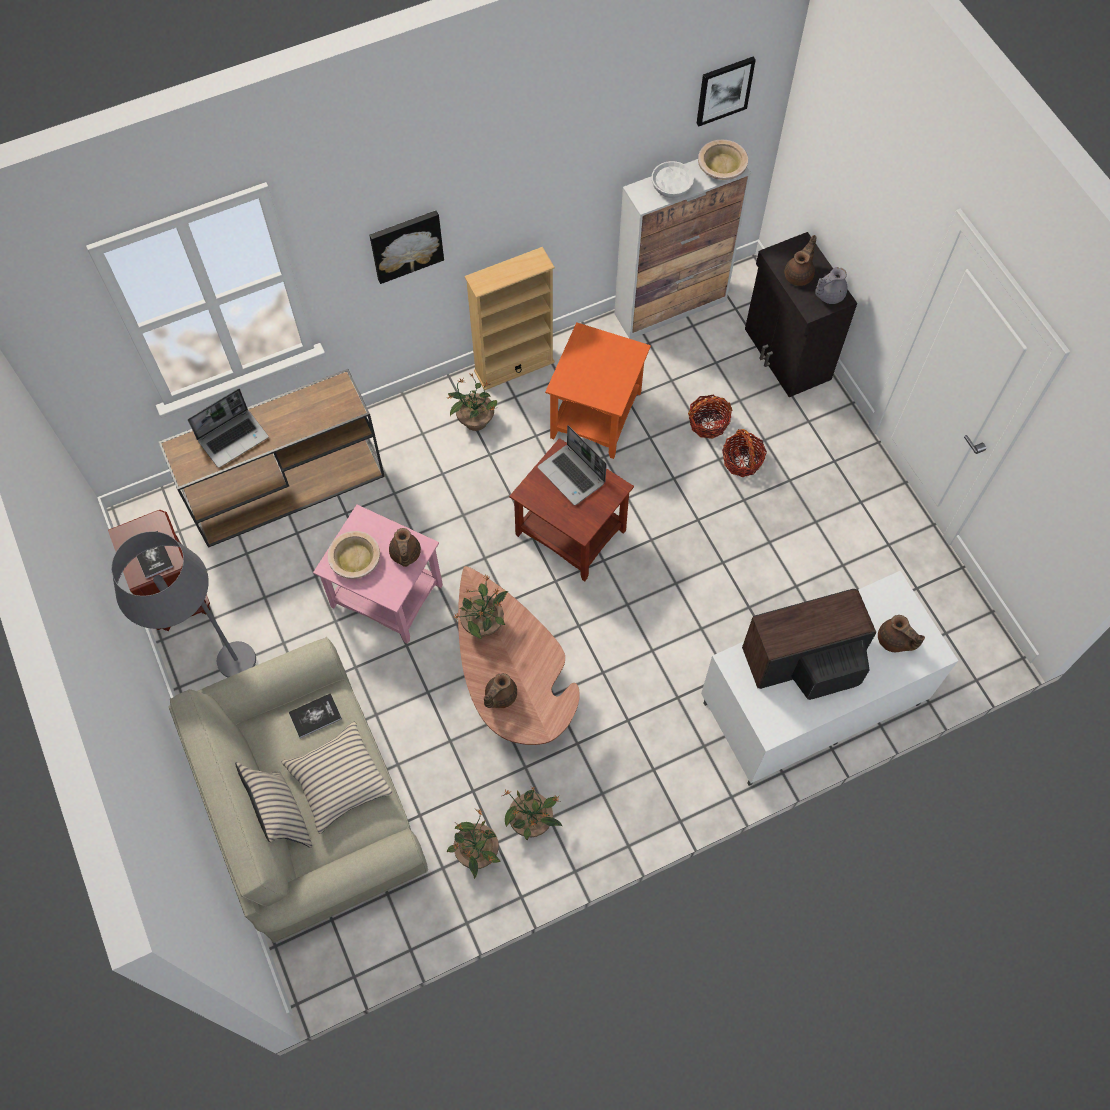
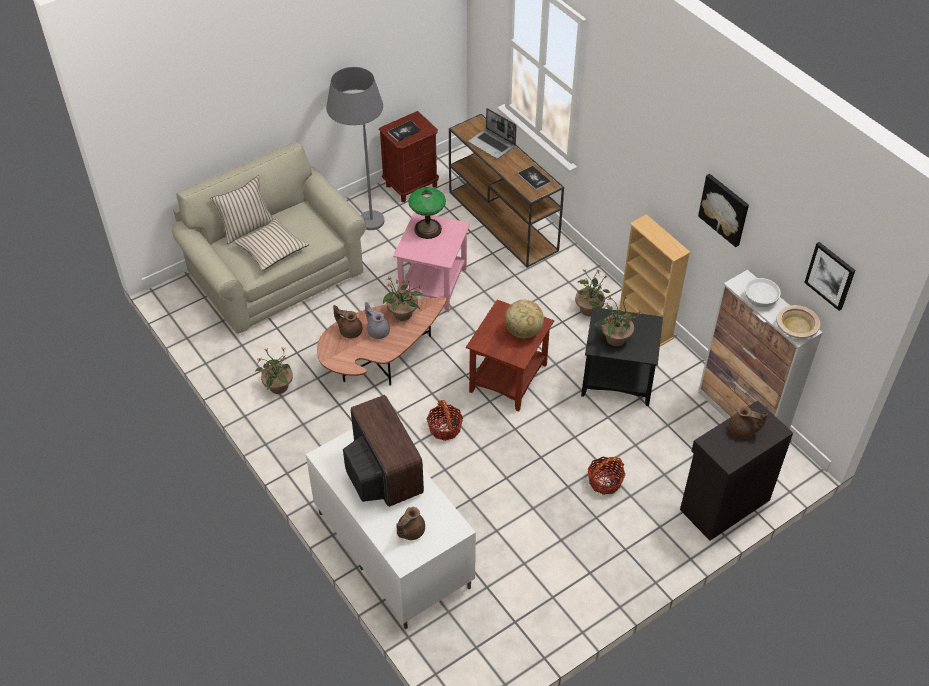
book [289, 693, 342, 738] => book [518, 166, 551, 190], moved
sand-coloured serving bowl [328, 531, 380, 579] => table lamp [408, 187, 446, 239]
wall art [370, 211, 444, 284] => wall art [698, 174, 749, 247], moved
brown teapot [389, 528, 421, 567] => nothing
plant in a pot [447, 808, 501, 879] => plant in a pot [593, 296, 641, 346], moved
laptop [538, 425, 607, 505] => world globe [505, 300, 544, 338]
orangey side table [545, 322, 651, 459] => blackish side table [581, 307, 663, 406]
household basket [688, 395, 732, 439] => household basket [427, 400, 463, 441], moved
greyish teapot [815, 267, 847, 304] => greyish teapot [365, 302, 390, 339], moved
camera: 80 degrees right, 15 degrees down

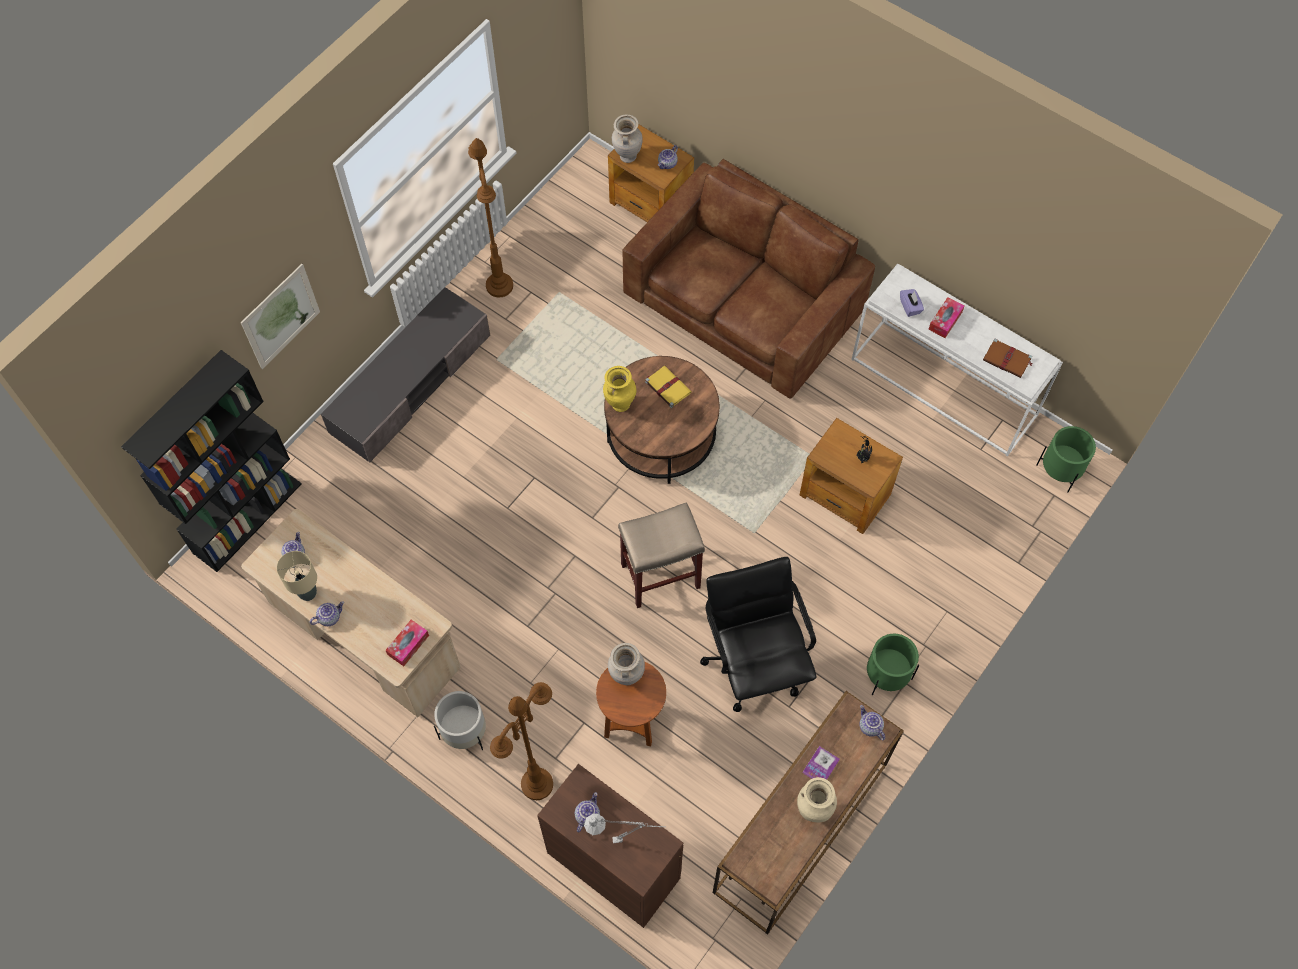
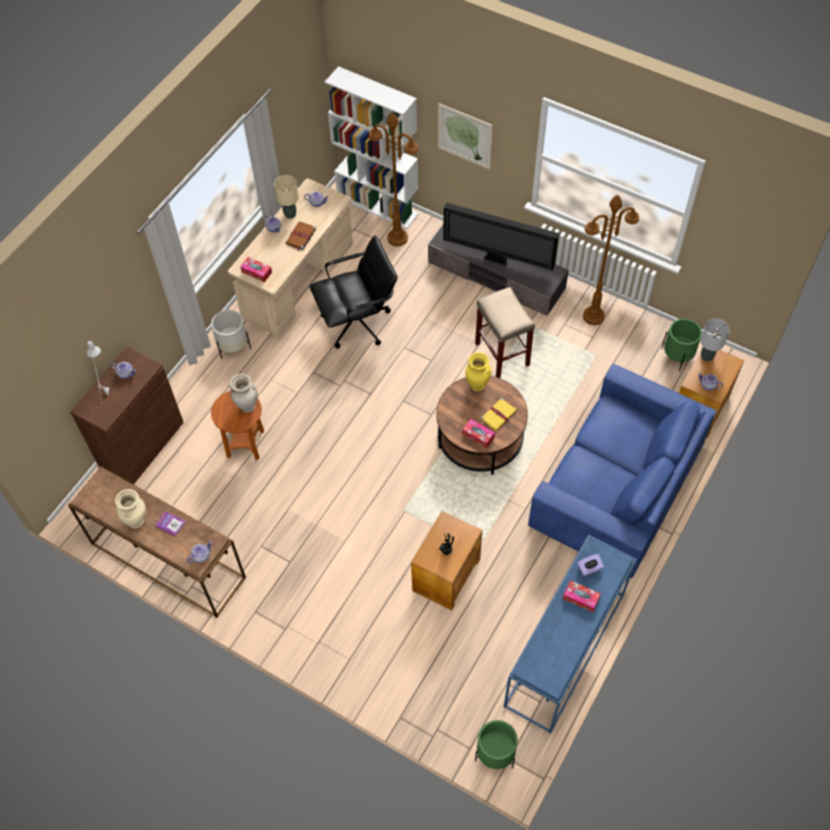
blackish bookcase [121, 350, 302, 572] => white bookcase [325, 66, 419, 229]
brown standard lamp [490, 682, 553, 800] => brown standard lamp [369, 112, 418, 246], moved
sand-coloured decorative vase [612, 115, 643, 163] => greyish table lamp [701, 318, 730, 362]
sand-coloured sitting stool [618, 502, 705, 608] => sand-coloured sitting stool [475, 287, 535, 378], moved
brown couch [622, 159, 875, 399] => blue-coloured couch [528, 364, 717, 578]
blackish office chair [700, 557, 816, 712] => blackish office chair [310, 236, 398, 349], moved
white console table [851, 264, 1063, 457] => blue-coloured console table [504, 535, 637, 734]
greenish flower pot [867, 634, 919, 695] => greenish flower pot [661, 319, 702, 371], moved
brown book [983, 339, 1032, 378] => brown book [285, 222, 316, 251], moved
nothing => TV [443, 203, 559, 270]
nothing => tissue box [462, 419, 495, 448]
camera: 85 degrees right, 5 degrees down

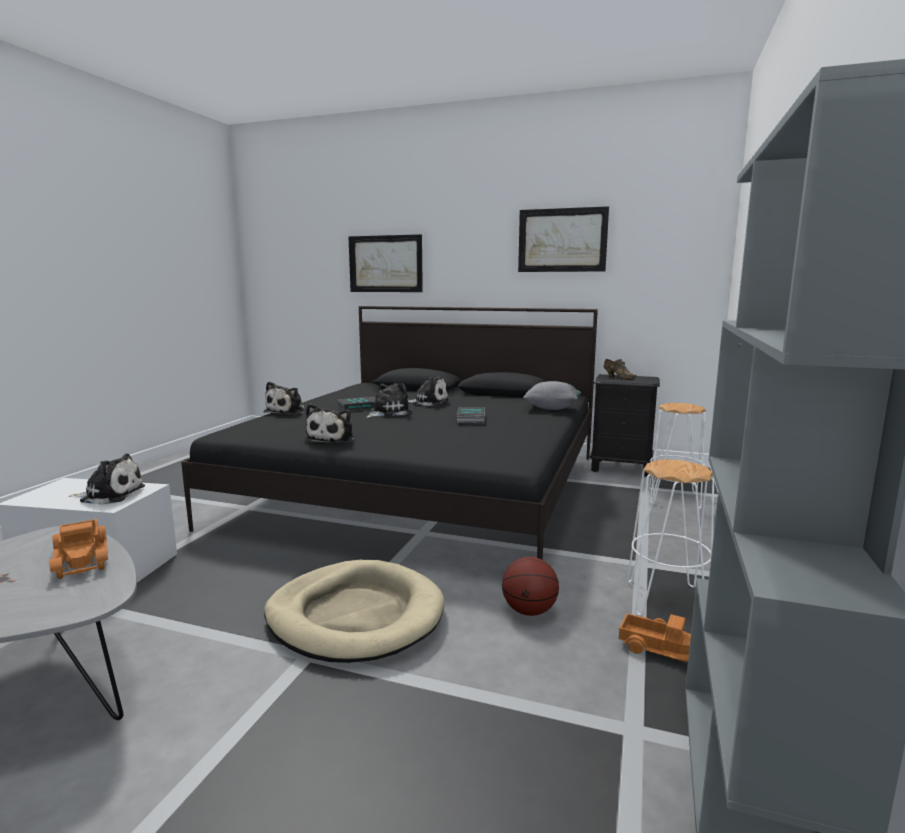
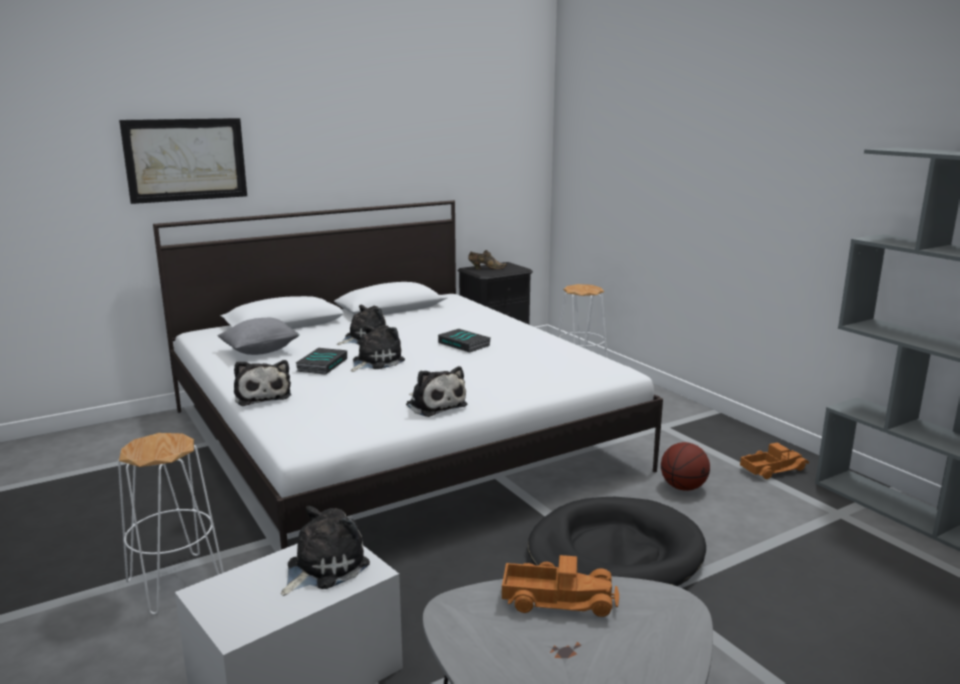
blackish bed [181, 306, 598, 560] => white bed [153, 200, 663, 550]
sand-coloured pet bed [264, 560, 444, 663] => blackish pet bed [528, 497, 706, 586]
plush toy [366, 383, 412, 418] => plush toy [350, 325, 405, 372], 45 degrees clockwise
wall art [518, 206, 609, 272] => nothing
greyish cushion [523, 381, 581, 410] => greyish cushion [218, 318, 300, 355], moved
white sitting stool [627, 459, 714, 616] => white sitting stool [118, 433, 224, 615], moved
camera: 50 degrees left, 5 degrees up

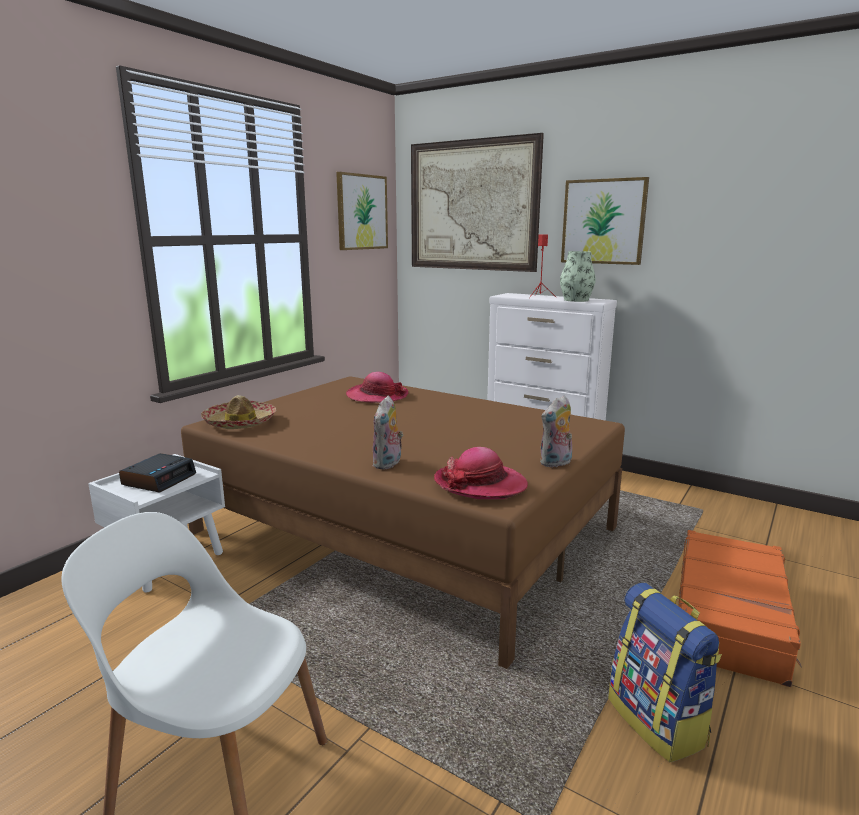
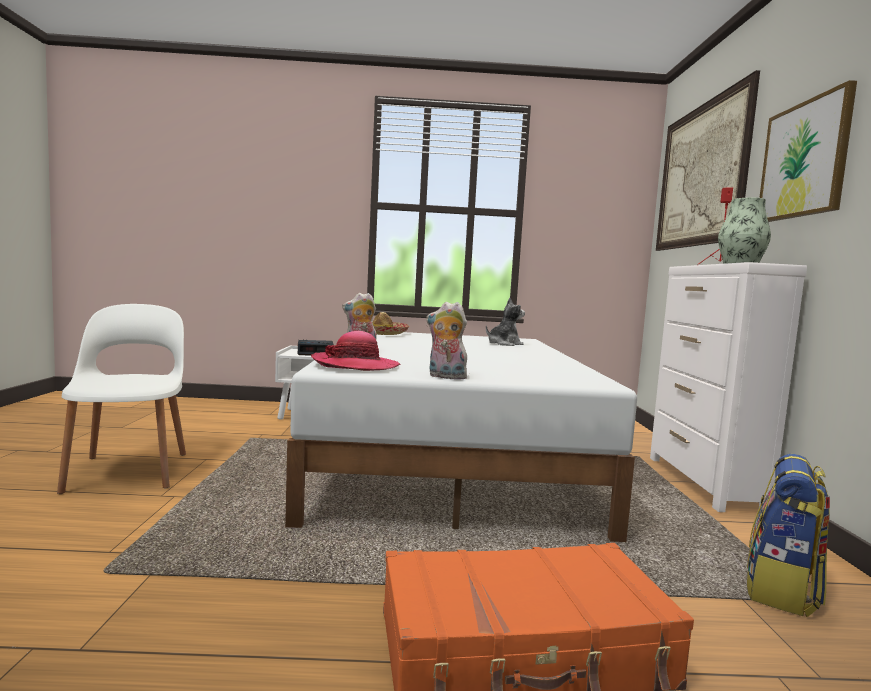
brown bed [181, 376, 625, 669] => white bed [285, 332, 637, 542]
wall art [336, 172, 388, 250] => nothing
wearable hat [346, 372, 408, 403] => plush toy [486, 298, 525, 346]
knapsack [608, 583, 722, 762] => knapsack [747, 454, 830, 617], moved
camera: 55 degrees right, 10 degrees down

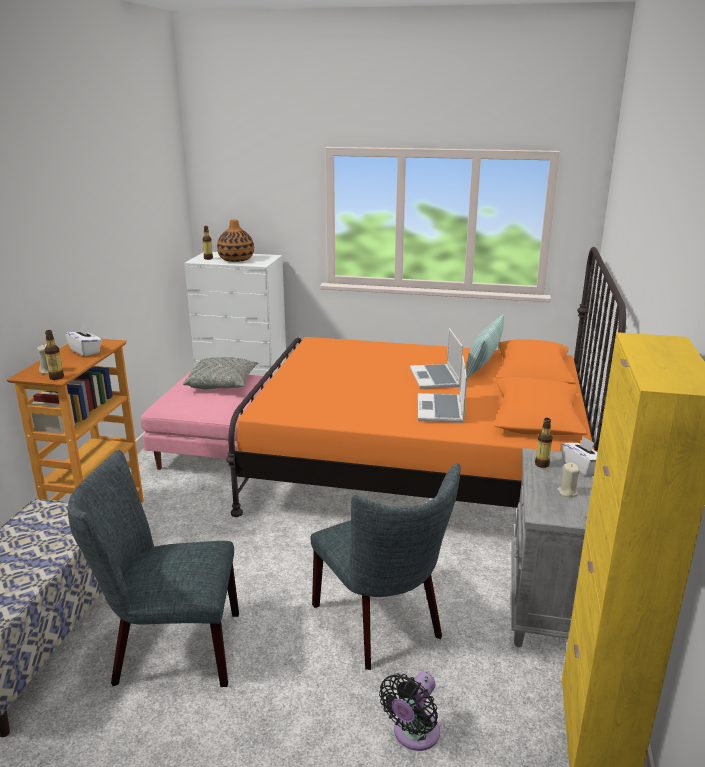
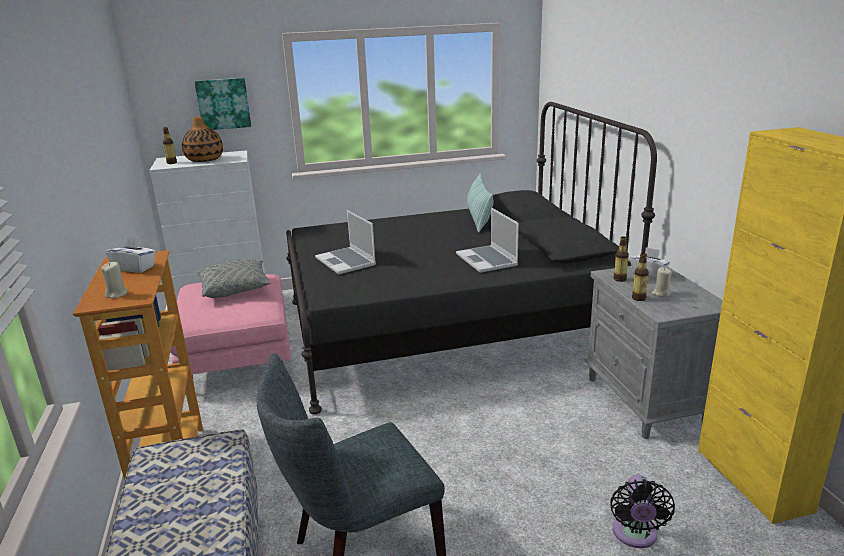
bottle [44, 330, 64, 380] => bottle [632, 253, 649, 301], moved
orangey bed [226, 247, 626, 517] => blackish bed [286, 102, 657, 414]
greyish upright chair [310, 463, 461, 670] => nothing
laptop [410, 328, 463, 389] => laptop [315, 210, 376, 275], moved
nothing => wall art [194, 78, 251, 130]
camera: 25 degrees left, 0 degrees up

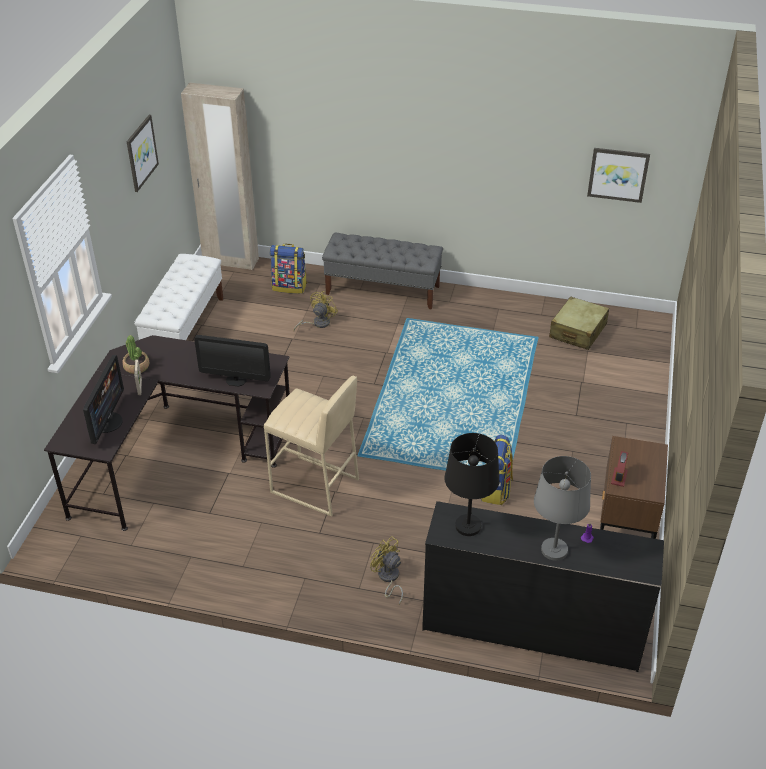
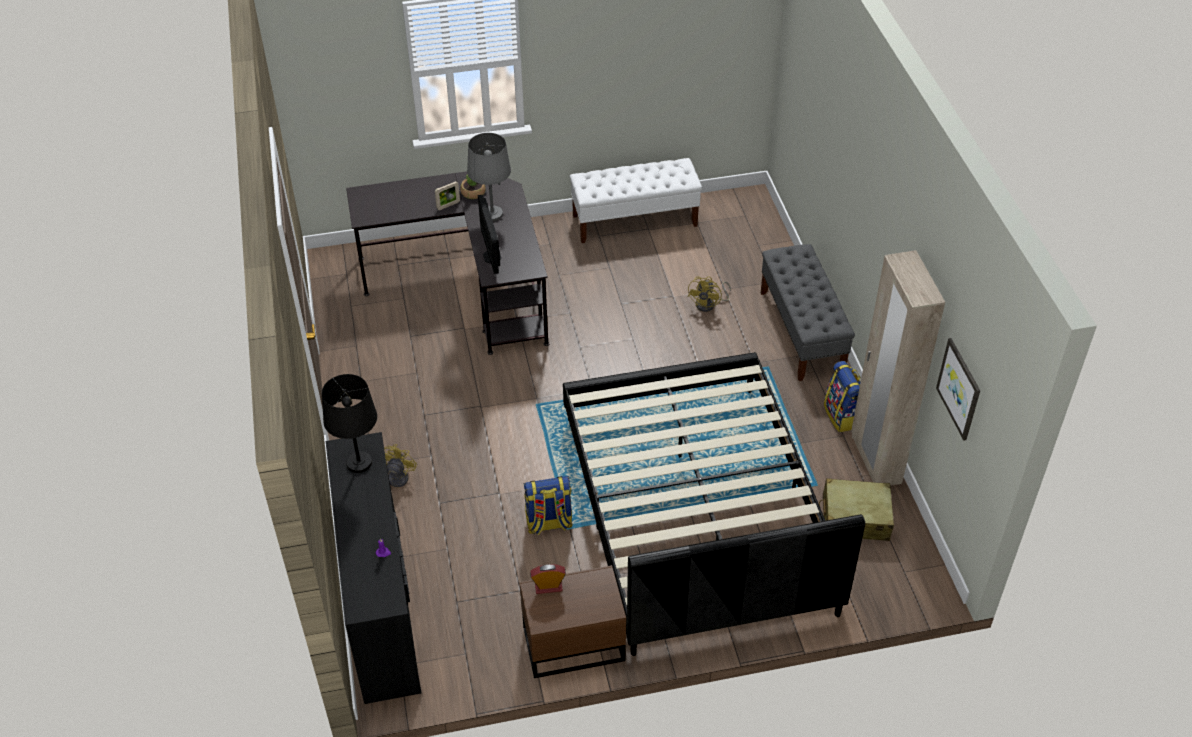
computer screen [83, 355, 124, 444] => nothing
wall art [127, 115, 159, 192] => nothing
sand-coloured wardrobe [181, 83, 259, 270] => sand-coloured wardrobe [851, 250, 945, 486], moved
sand-coloured sitting stool [264, 375, 359, 517] => nothing
knapsack [269, 244, 307, 294] => knapsack [824, 361, 861, 432], moved
yellow electric fan [293, 291, 338, 331] => yellow electric fan [688, 276, 731, 312], 105 degrees clockwise
greyish table lamp [534, 456, 591, 561] => greyish table lamp [467, 133, 511, 221], moved
nothing => blackish bed [563, 352, 865, 656]
camera: 65 degrees right, 5 degrees up

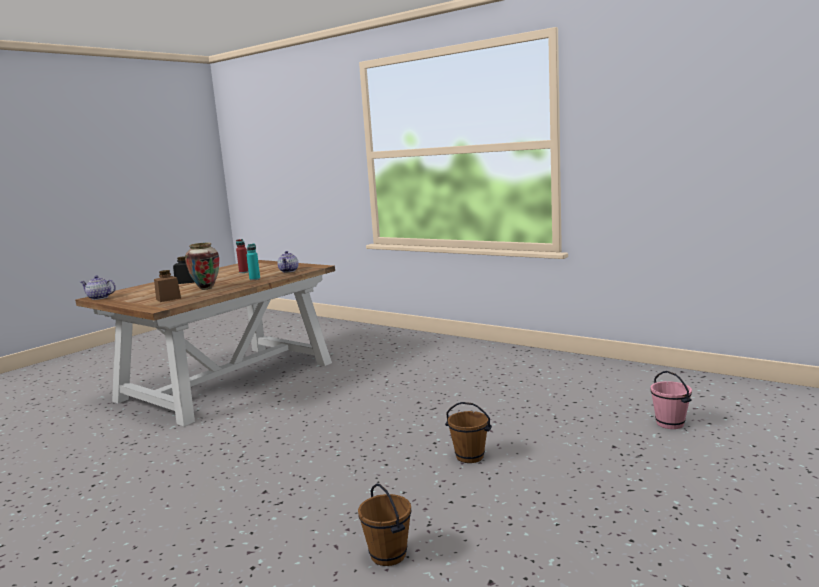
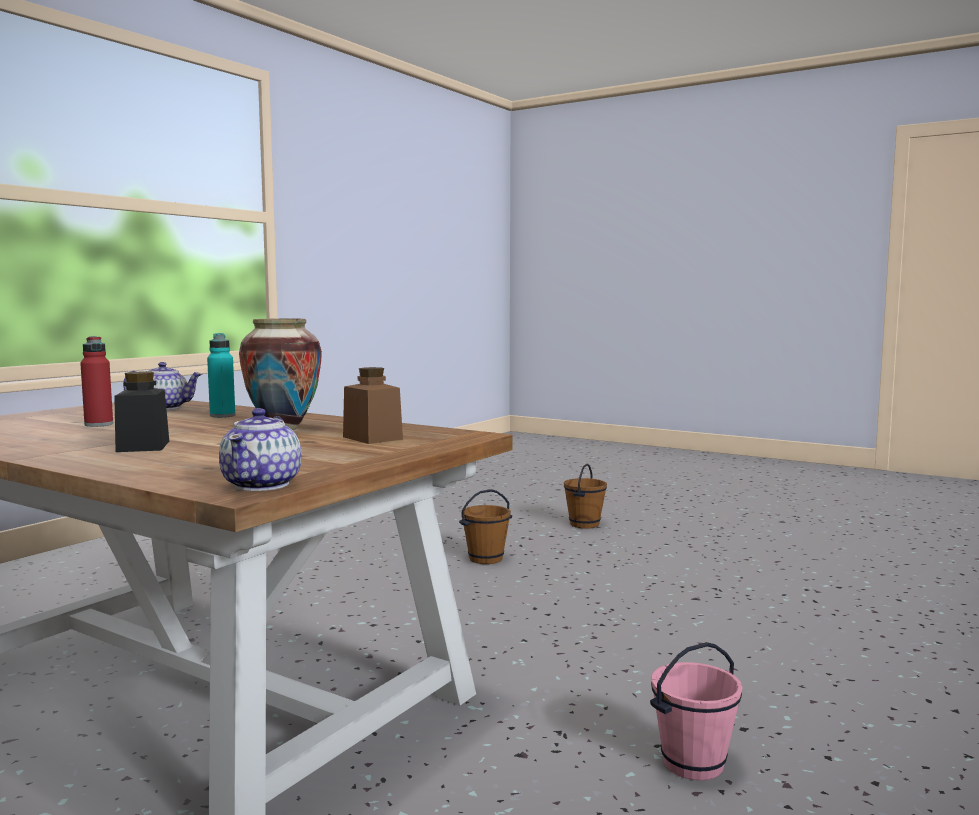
brown water bucket [358, 484, 411, 566] => brown water bucket [459, 489, 512, 564], moved
pink water bucket [650, 371, 692, 429] => pink water bucket [650, 642, 743, 780], moved
camera: 95 degrees left, 5 degrees down

